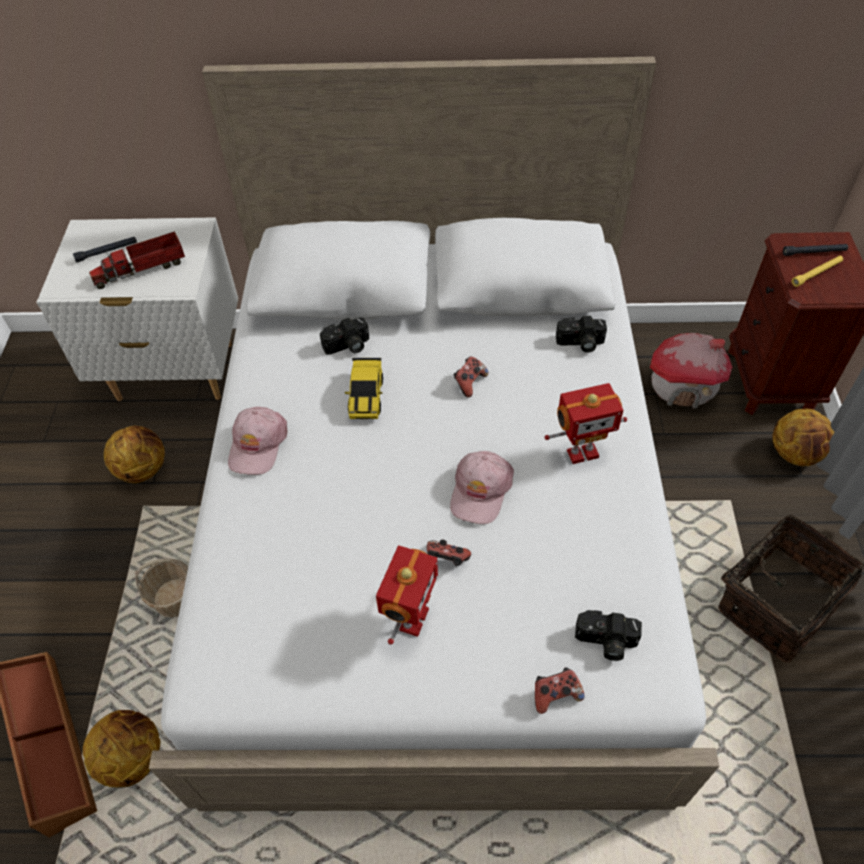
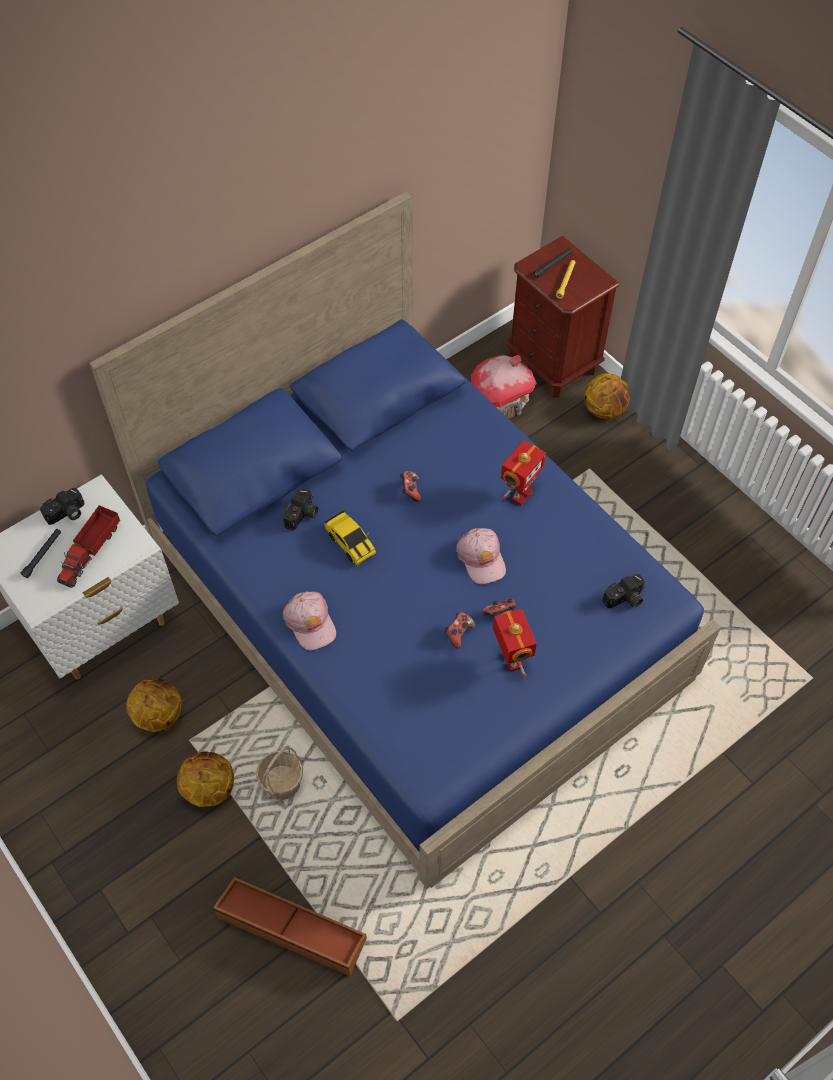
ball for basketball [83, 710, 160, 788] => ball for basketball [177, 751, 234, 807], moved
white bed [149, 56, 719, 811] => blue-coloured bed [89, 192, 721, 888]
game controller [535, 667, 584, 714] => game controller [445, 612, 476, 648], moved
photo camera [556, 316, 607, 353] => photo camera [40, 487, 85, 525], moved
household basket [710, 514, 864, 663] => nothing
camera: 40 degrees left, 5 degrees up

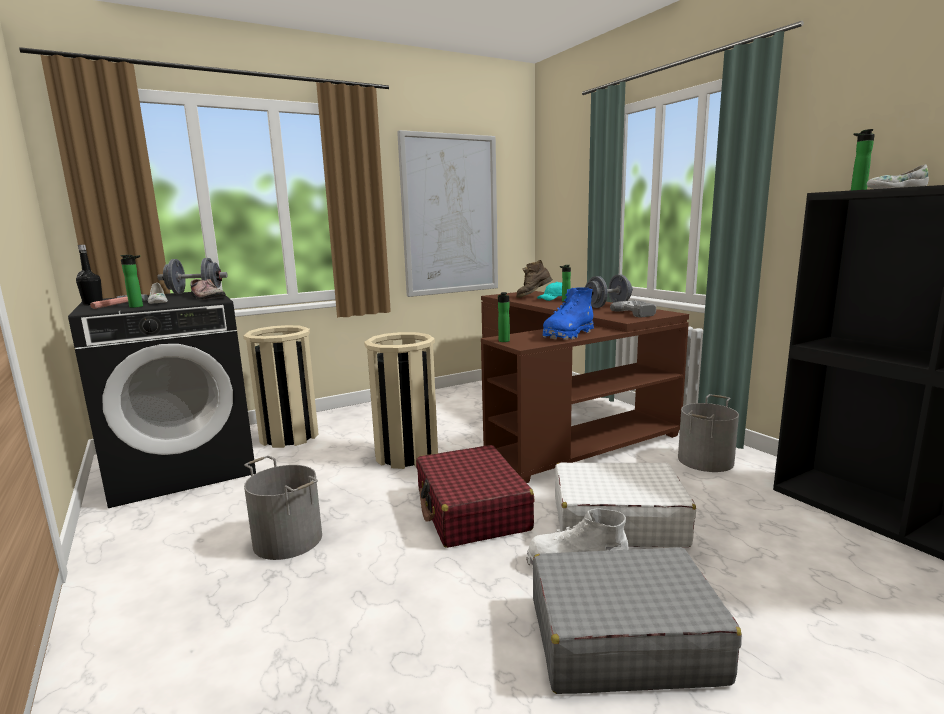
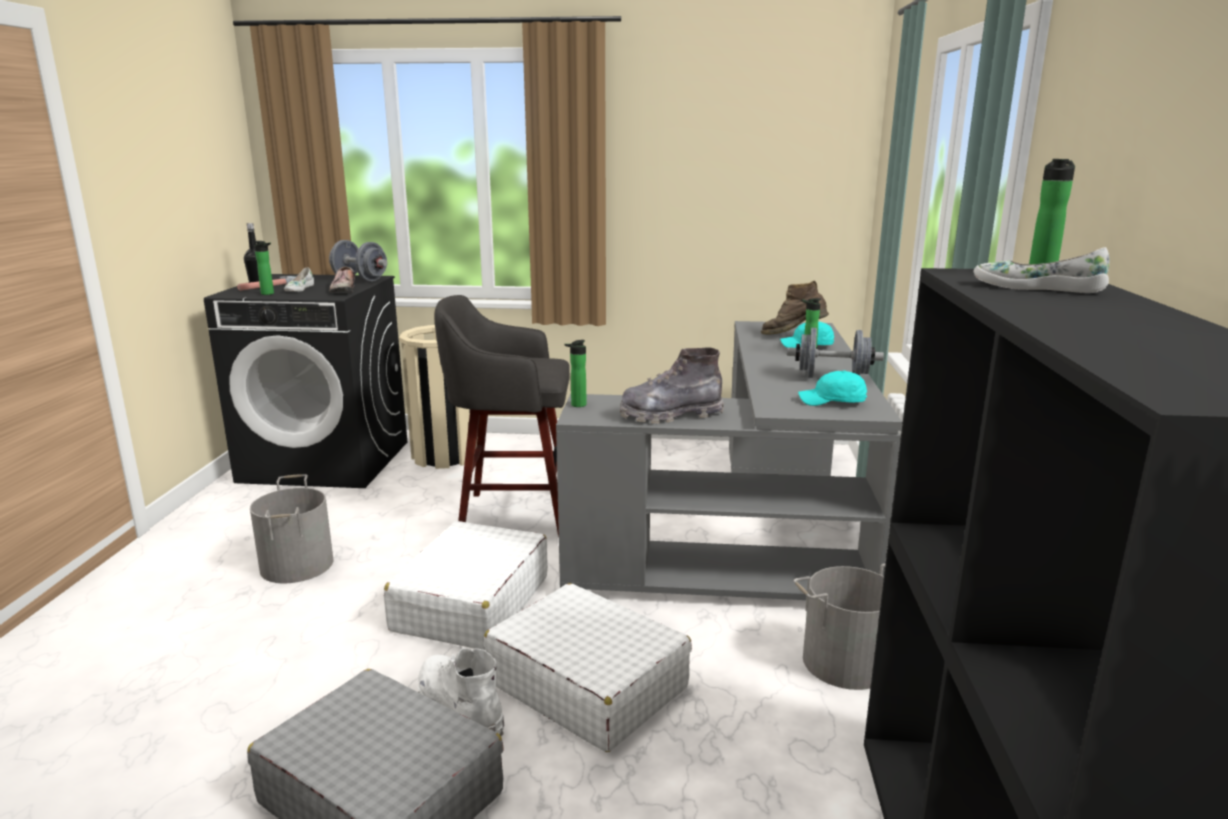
sand-coloured trash can [364, 332, 438, 469] => greyish sitting stool [434, 295, 570, 537]
wall art [397, 130, 498, 297] => nothing
red suitcase [416, 445, 535, 548] => white suitcase [384, 521, 548, 650]
brown desk table [481, 291, 689, 483] => greyish desk table [556, 321, 902, 600]
blue-coloured high-top boot [543, 287, 594, 340] => greyish high-top boot [620, 347, 724, 424]
drill [610, 301, 656, 317] => turquoise cap [798, 371, 867, 406]
camera: 35 degrees right, 5 degrees up

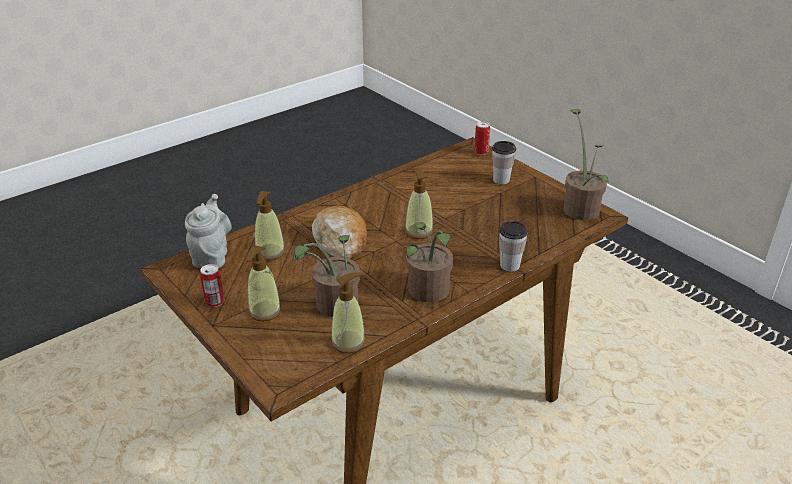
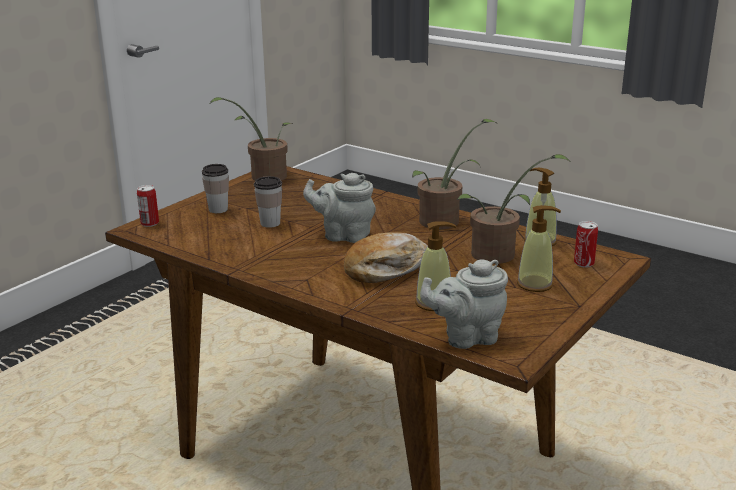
can [200, 264, 224, 307] => can [574, 221, 598, 268], moved
soap bottle [405, 168, 433, 239] => greyish teapot [303, 173, 376, 243]
cup [499, 221, 527, 272] => cup [254, 176, 282, 228], moved
camera: 105 degrees left, 10 degrees down

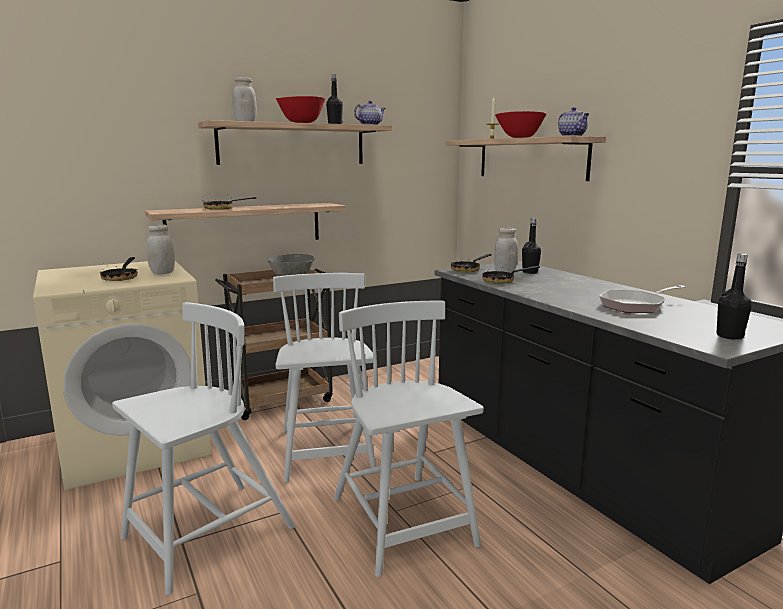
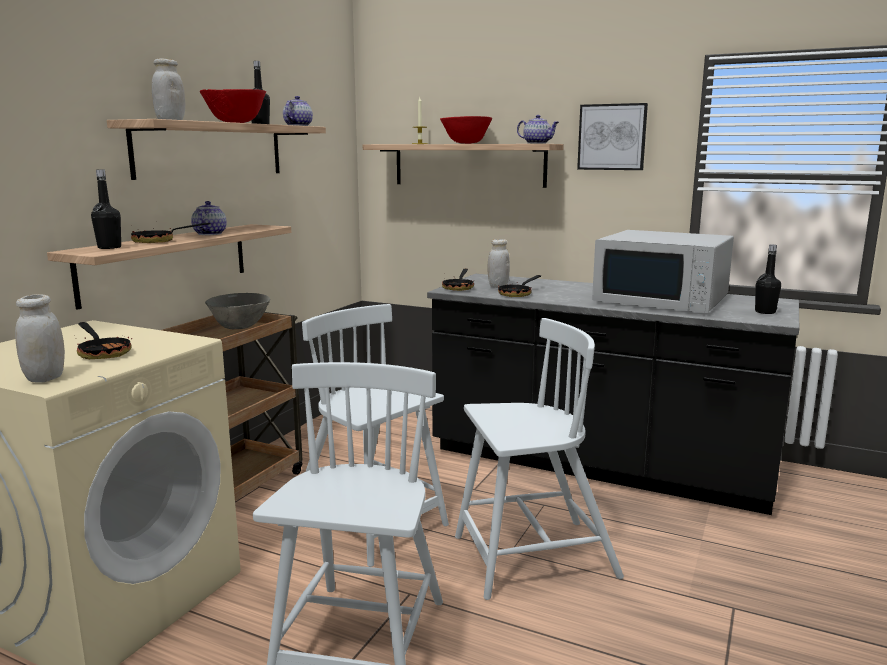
white storage jar [147, 224, 175, 275] => white storage jar [15, 294, 65, 383], moved
white upright chair [334, 301, 484, 577] => white upright chair [455, 318, 624, 600], 135 degrees clockwise
blackish bottle [522, 218, 541, 274] => blackish bottle [91, 170, 121, 249], moved
frying pan [599, 285, 686, 313] => white microwave oven [592, 230, 734, 313]
nothing => teapot [191, 201, 227, 235]
nothing => wall art [577, 103, 648, 170]
camera: 35 degrees left, 0 degrees up

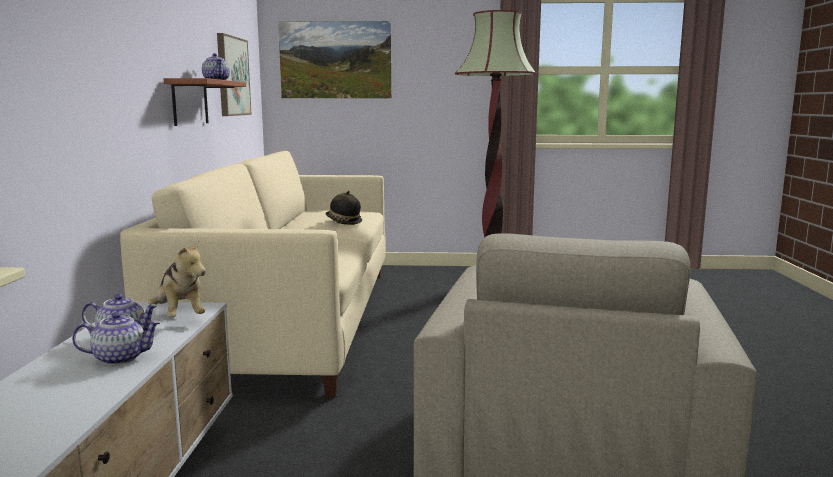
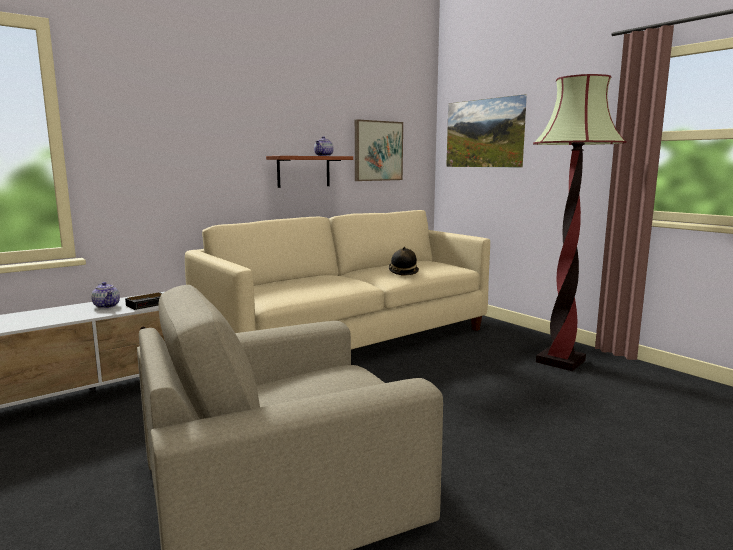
teapot [72, 312, 161, 365] => nothing
plush toy [148, 241, 206, 317] => alarm clock [125, 292, 163, 310]
camera: 50 degrees right, 0 degrees up

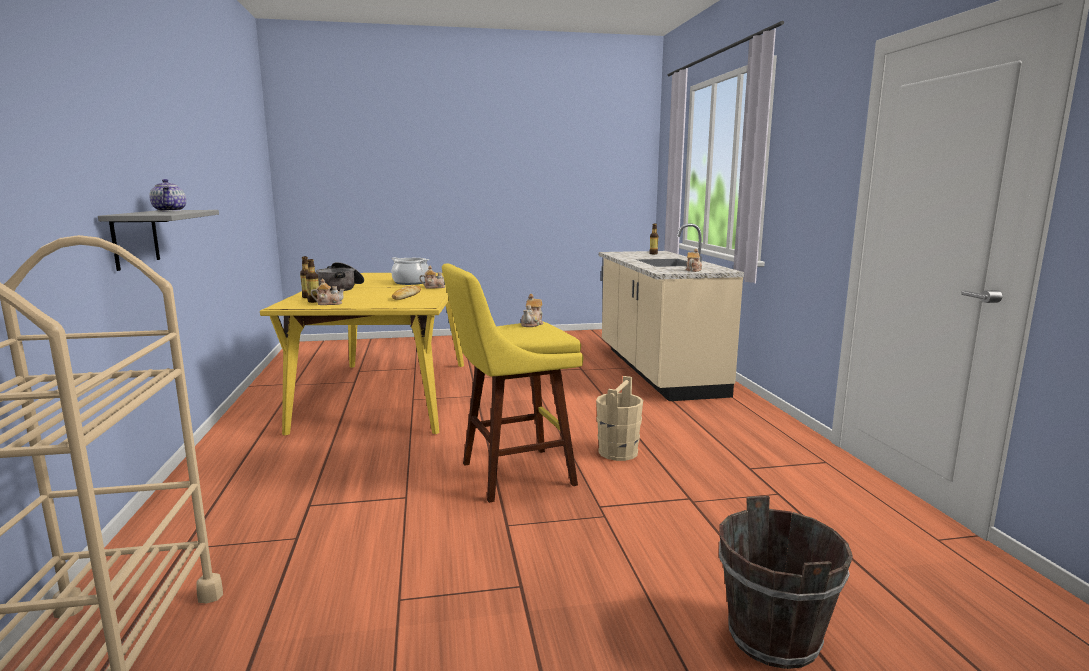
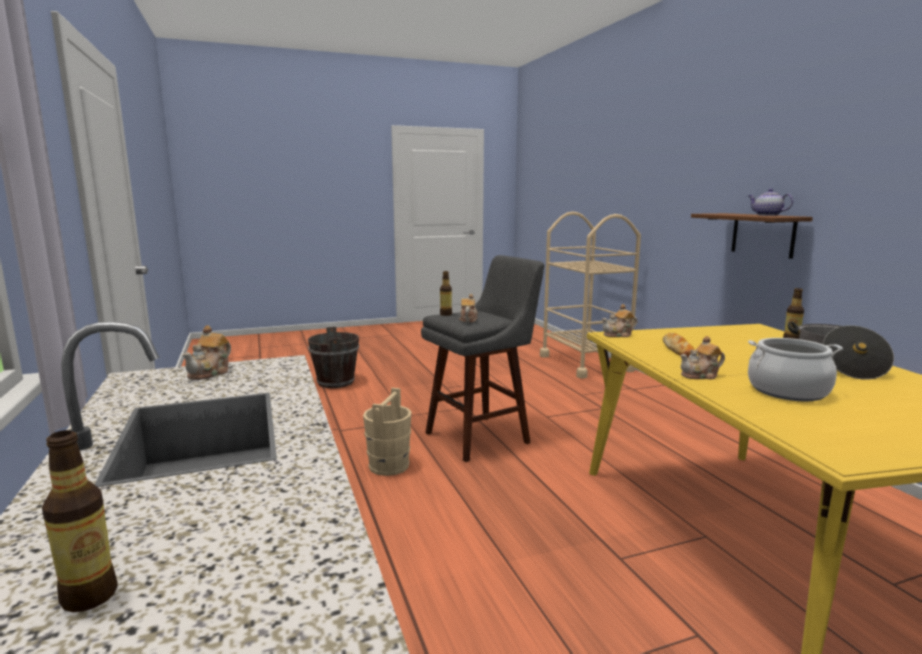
greyish shelf [98, 210, 219, 271] => brown shelf [691, 213, 813, 259]
bottle [306, 259, 319, 303] => bottle [440, 271, 452, 316], moved
teapot [311, 279, 345, 305] => teapot [602, 304, 638, 337], moved
yellow sitting stool [442, 263, 583, 503] => greyish sitting stool [421, 255, 544, 462]
camera: 170 degrees right, 0 degrees up

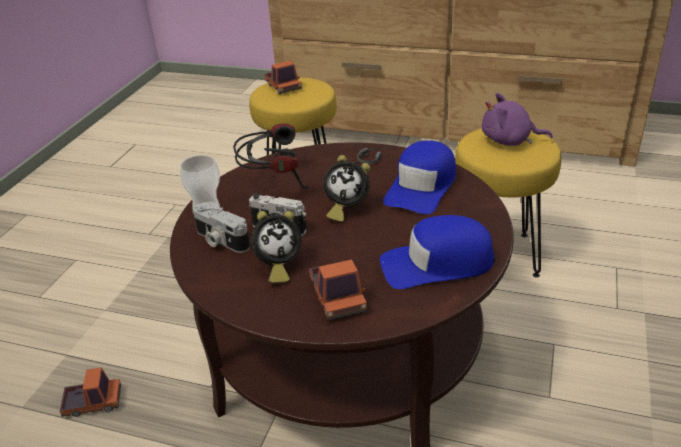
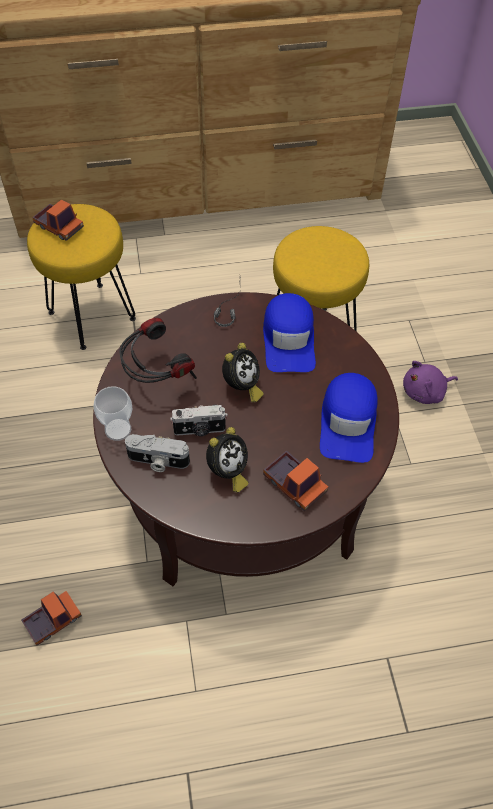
alarm clock [323, 155, 370, 222] => alarm clock [222, 343, 264, 402], 45 degrees counterclockwise
blue-coloured cap [380, 215, 495, 289] => blue-coloured cap [320, 373, 378, 463], 45 degrees counterclockwise
purple plush toy [482, 93, 553, 146] => purple plush toy [403, 361, 458, 404], moved
camera: 30 degrees left, 20 degrees up

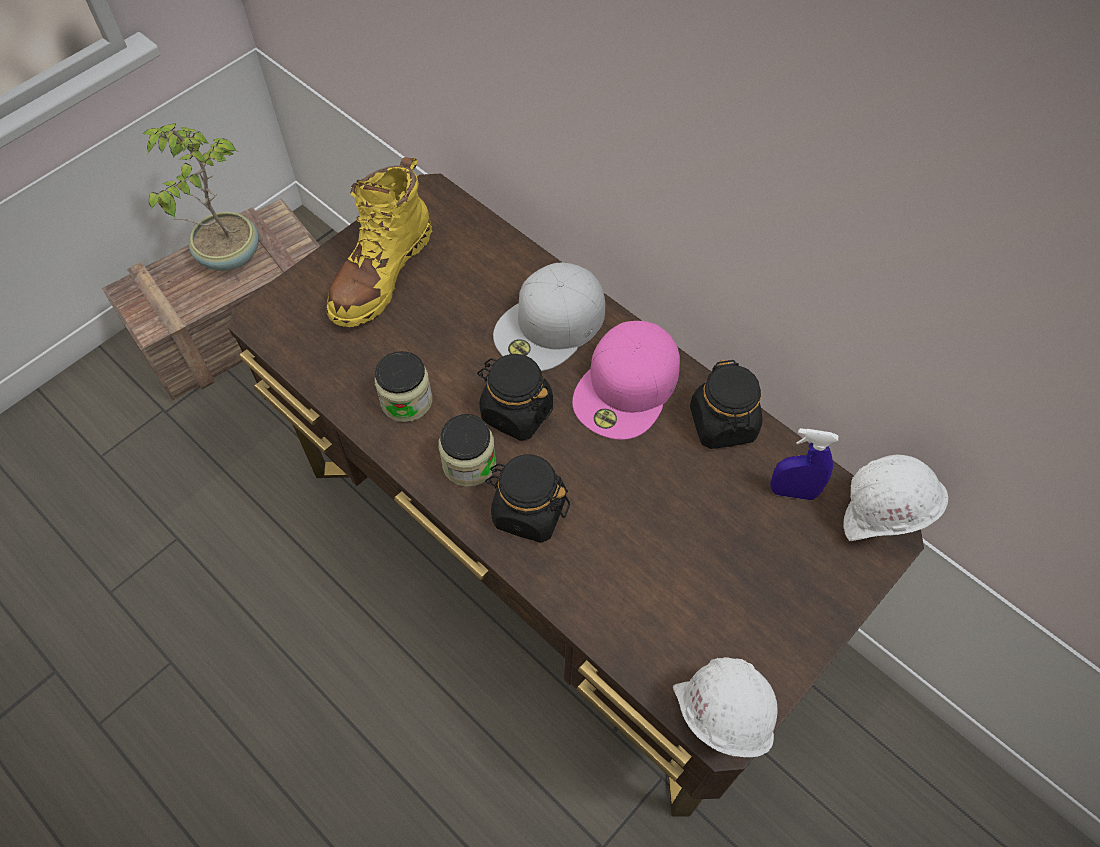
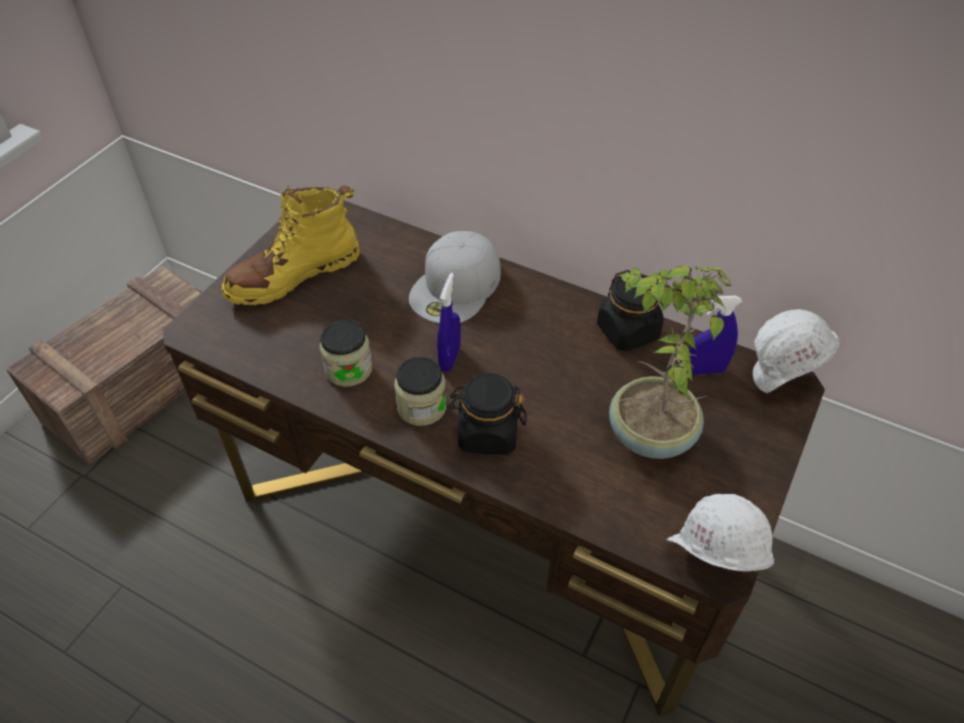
plant in a pot [142, 123, 259, 271] => plant in a pot [609, 266, 732, 459], moved
yellow high-top boot [327, 157, 432, 327] => yellow high-top boot [222, 185, 360, 305], 45 degrees clockwise
blackish storage jar [477, 354, 553, 441] => blue-coloured sprayer [437, 273, 461, 372]
pink cap [572, 321, 680, 440] => nothing
camera: 15 degrees left, 10 degrees down

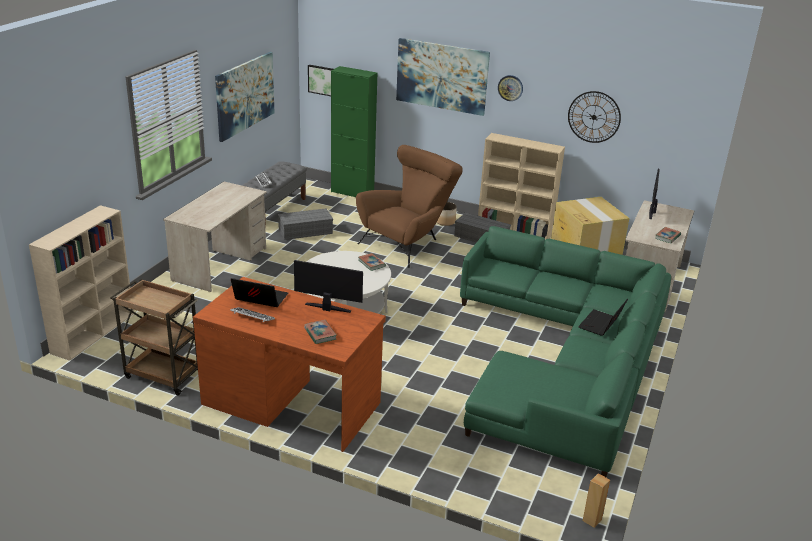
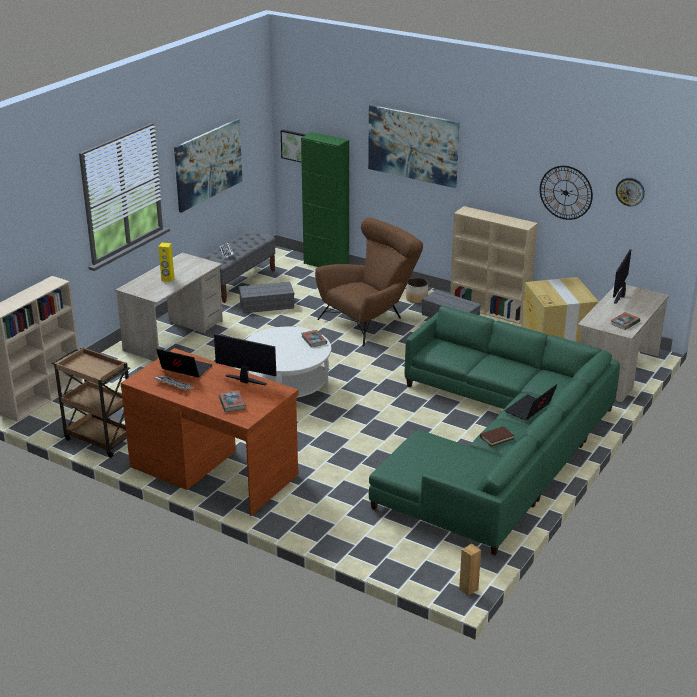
clock on the wall [498, 75, 523, 101] => clock on the wall [616, 178, 645, 206], moved
nothing => yellow audio speaker [158, 243, 174, 282]
nothing => brown book [480, 426, 515, 447]
camera: 10 degrees right, 0 degrees up

